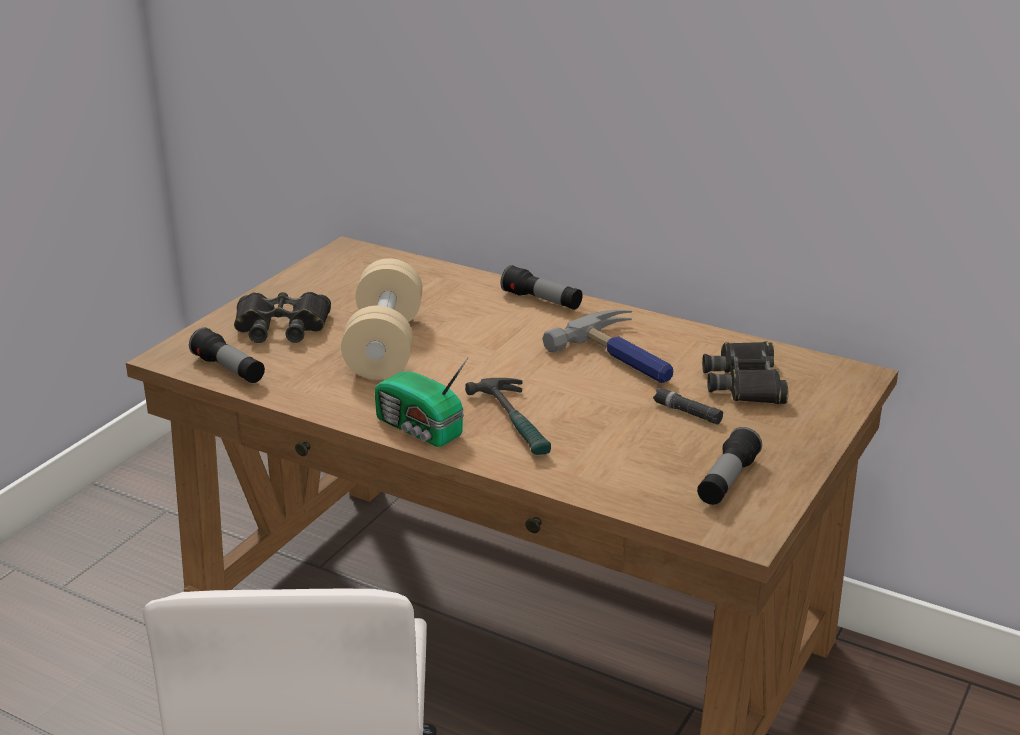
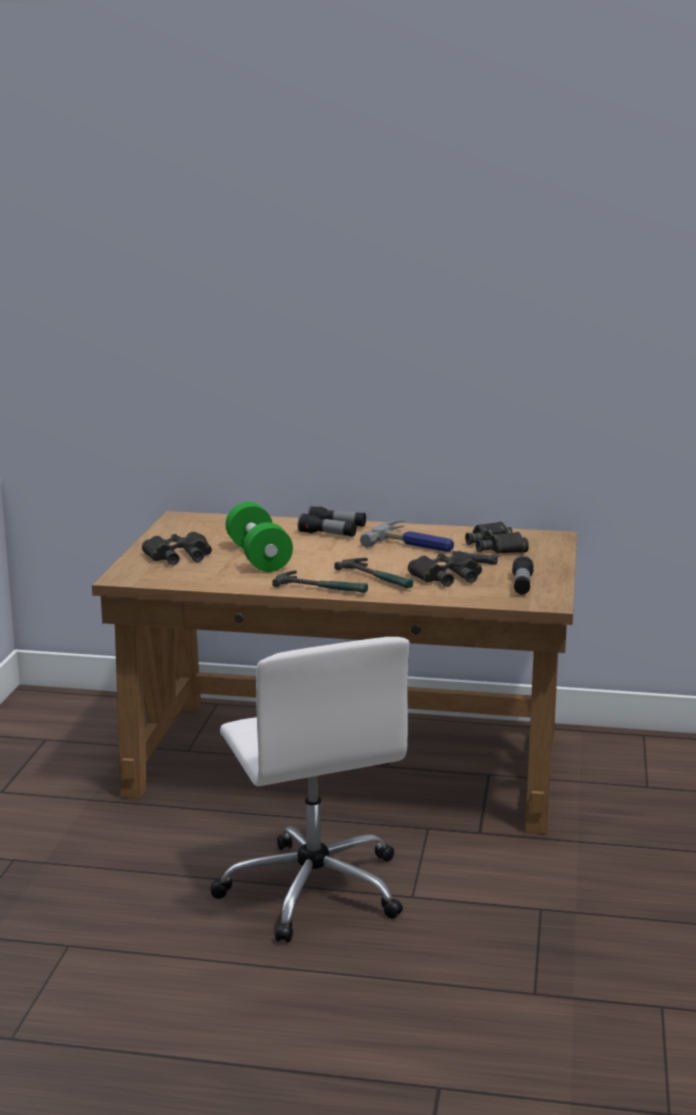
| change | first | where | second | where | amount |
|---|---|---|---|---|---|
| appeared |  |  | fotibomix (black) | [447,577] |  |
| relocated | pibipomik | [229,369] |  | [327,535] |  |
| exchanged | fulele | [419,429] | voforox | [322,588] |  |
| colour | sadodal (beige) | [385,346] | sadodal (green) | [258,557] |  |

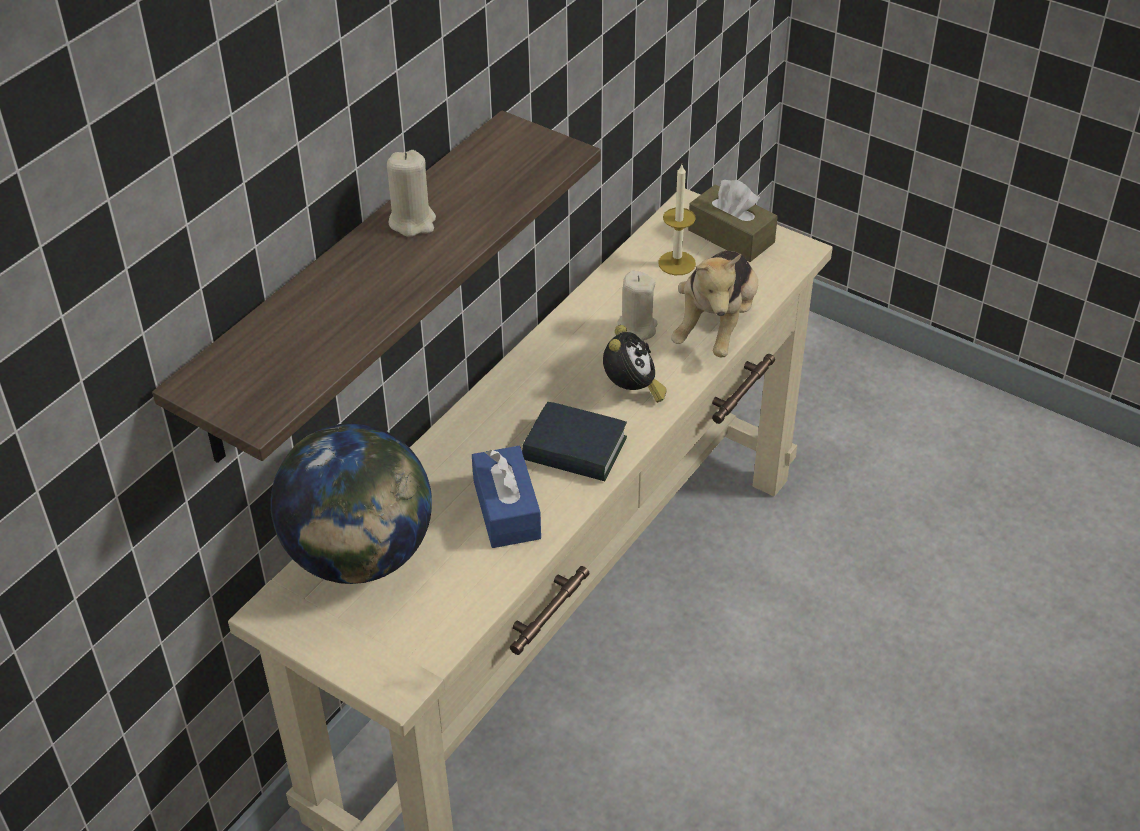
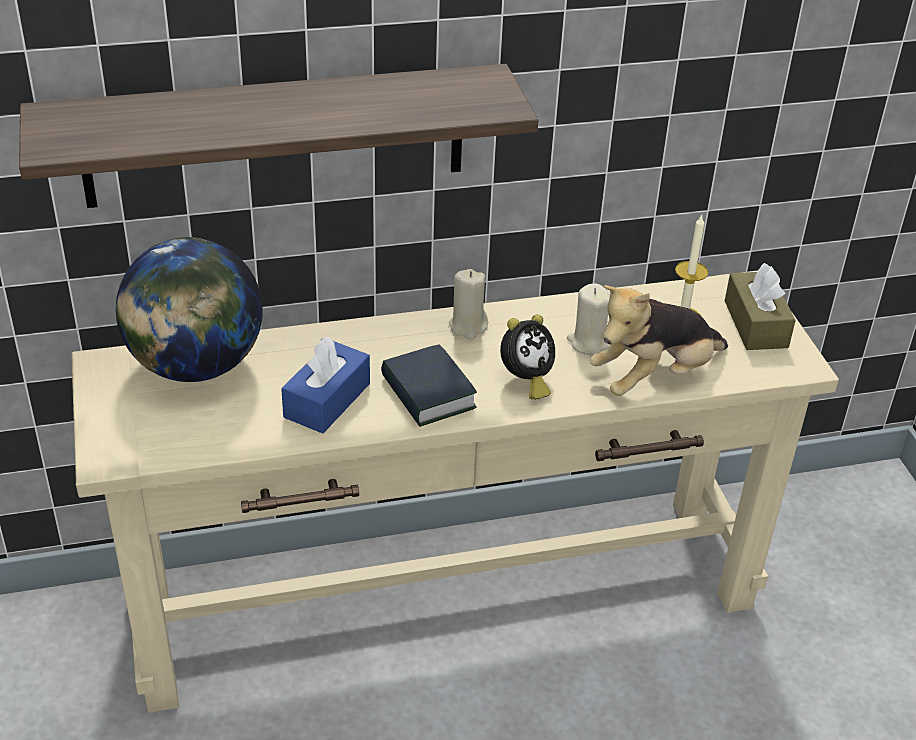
| change | first | where | second | where | amount |
|---|---|---|---|---|---|
| relocated | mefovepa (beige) | [412,221] |  | [468,326] |  |

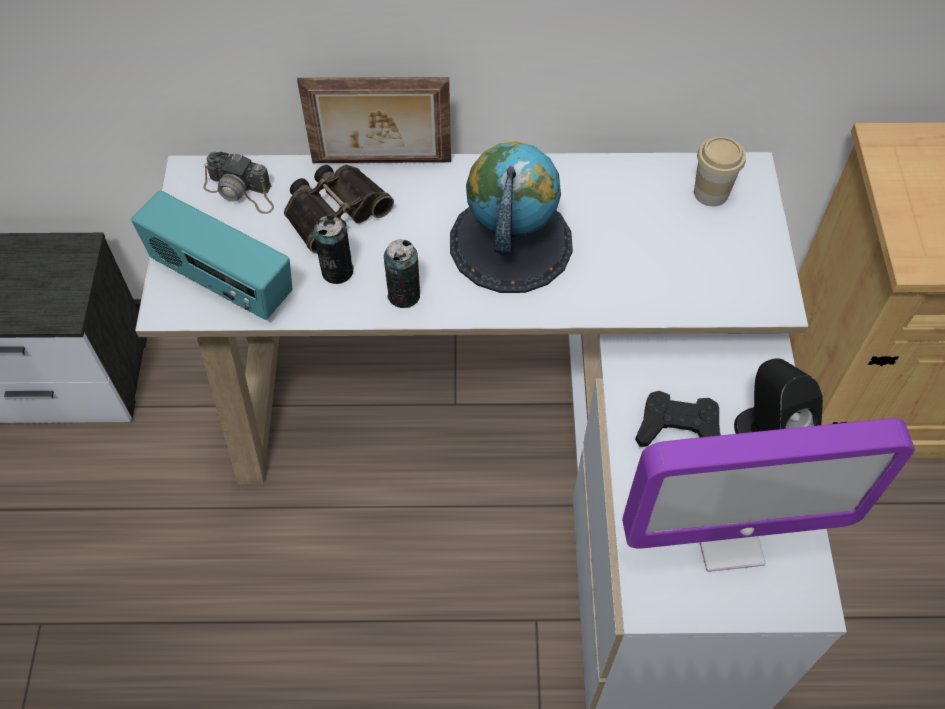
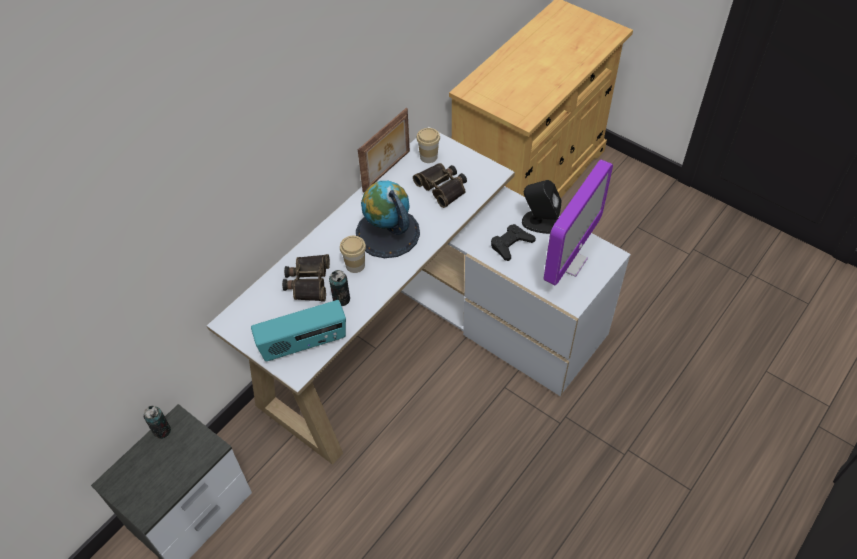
| change | first | where | second | where | amount |
|---|---|---|---|---|---|
| missing | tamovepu | [241,191] |  |  |  |
| appeared |  |  | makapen | [355,265] |  |
| appeared |  |  | fotibomix | [443,187] |  |
| relocated | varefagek | [381,163] |  | [387,171] |  |
| relocated | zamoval | [404,295] |  | [162,431] |  |

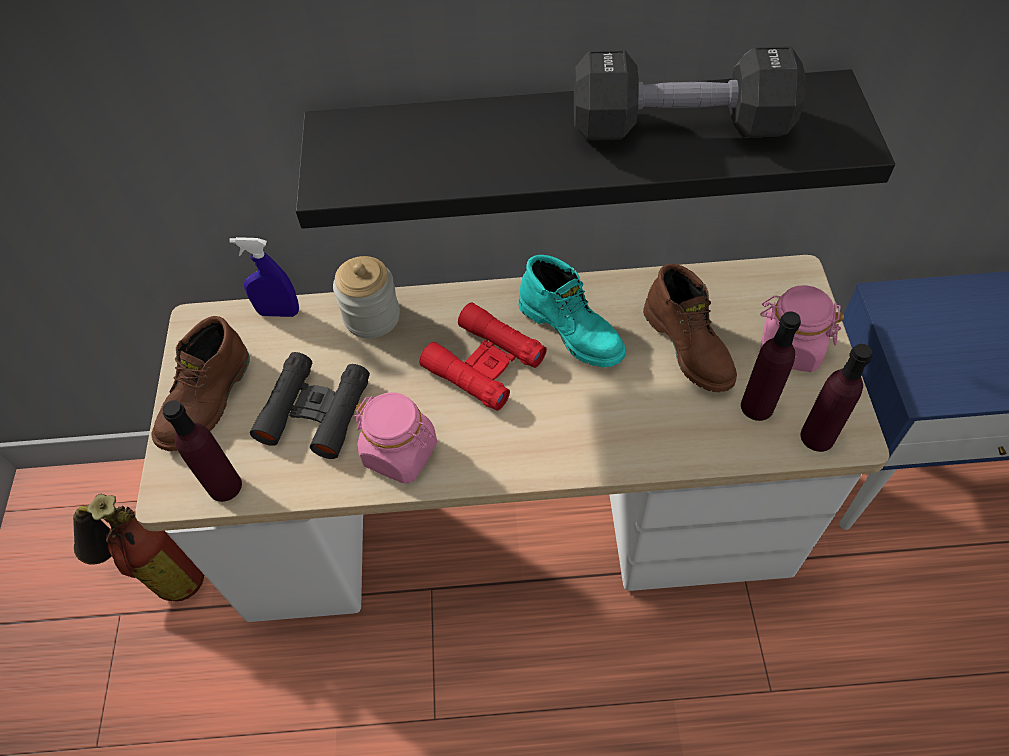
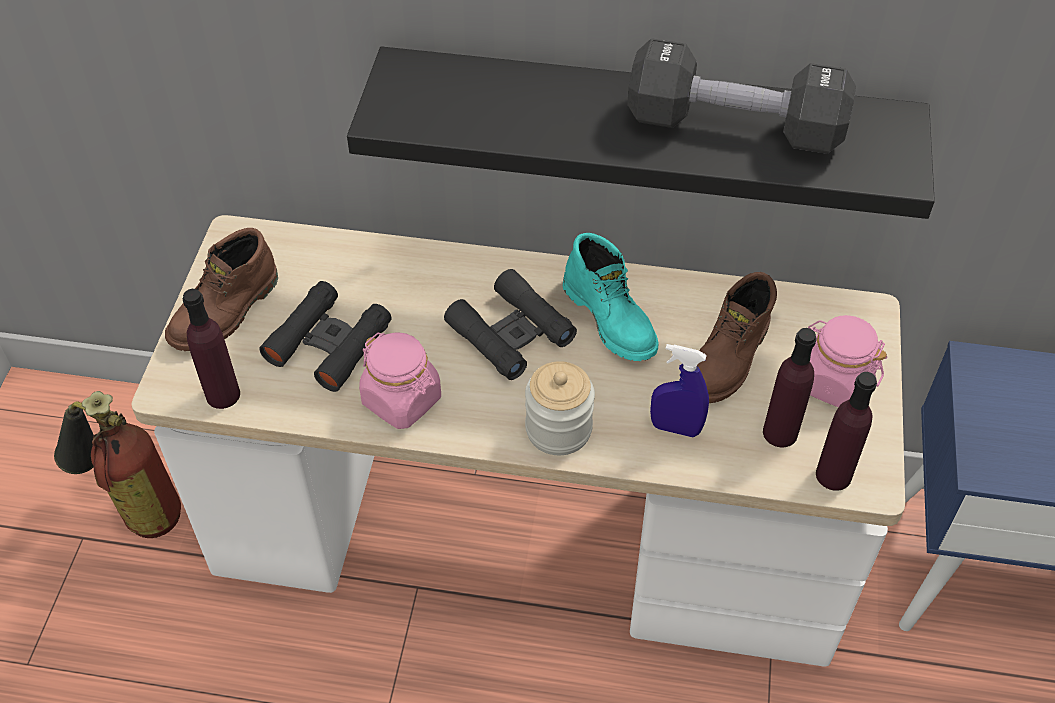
| change | first | where | second | where | amount |
|---|---|---|---|---|---|
| relocated | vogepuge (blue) | [279,312] |  | [675,428] |  |
| relocated | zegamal | [372,316] |  | [558,429] |  |
| colour | fotibomix (red) | [484,363] | fotibomix (black) | [511,333] |  |
| spun | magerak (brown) | [689,346] |  | [729,360] | 45 degrees clockwise |

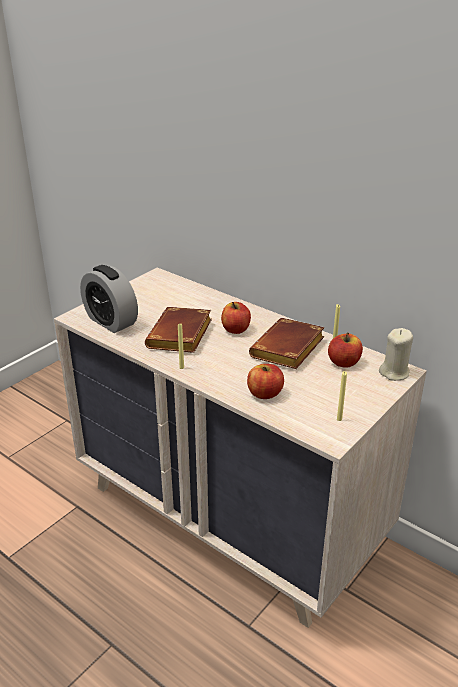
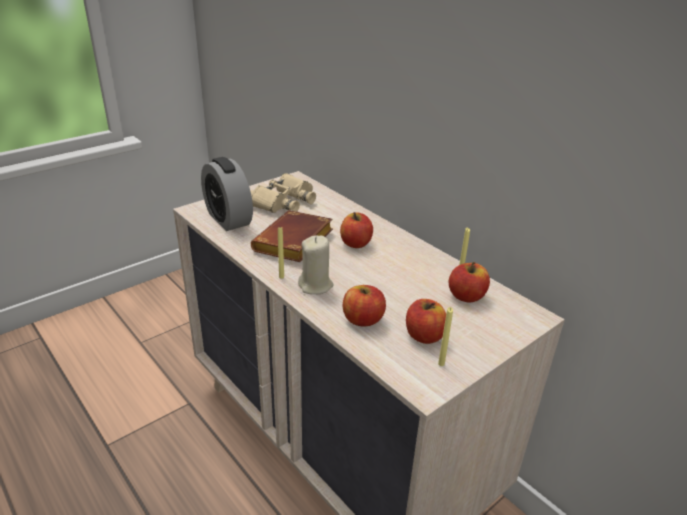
| change | first | where | second | where | amount |
|---|---|---|---|---|---|
| missing | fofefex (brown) | [288,350] |  |  |  |
| appeared |  |  | fotibomix (beige) | [283,201] |  |
| appeared |  |  | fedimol | [424,335] |  |
| relocated | mefovepa (beige) | [394,372] |  | [316,285] |  |

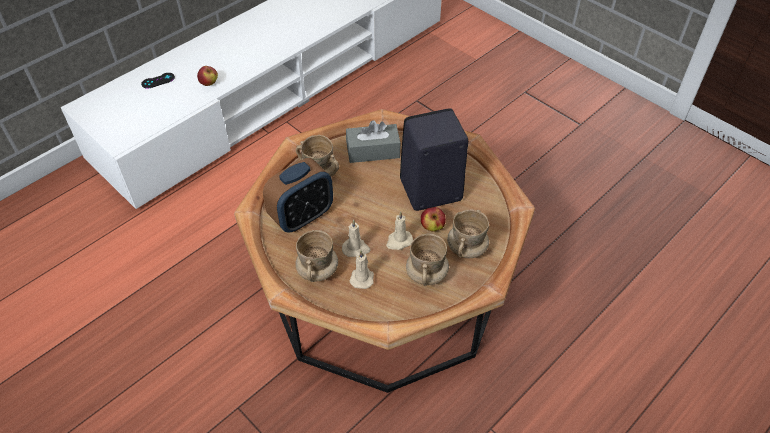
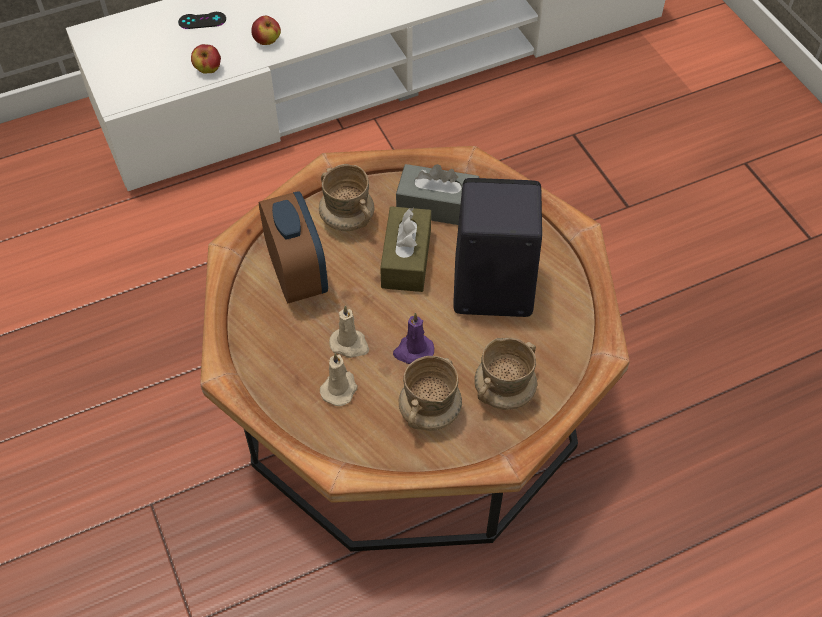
| change | first | where | second | where | amount |
|---|---|---|---|---|---|
| missing | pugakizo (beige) | [318,271] |  |  |  |
| appeared |  |  | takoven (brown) | [406,259] |  |
| relocated | fedimol | [432,227] |  | [208,70] |  |
| colour | mefovepa (beige) | [398,241] | mefovepa (purple) | [413,351] |  |
| spun | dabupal | [302,216] |  | [298,275] | 90 degrees counterclockwise |

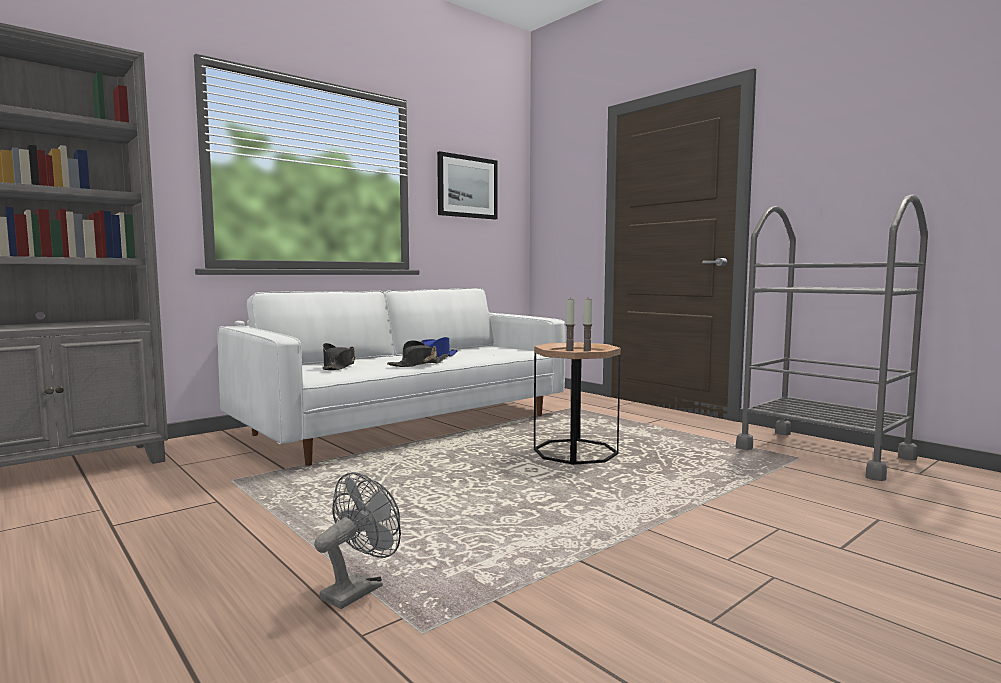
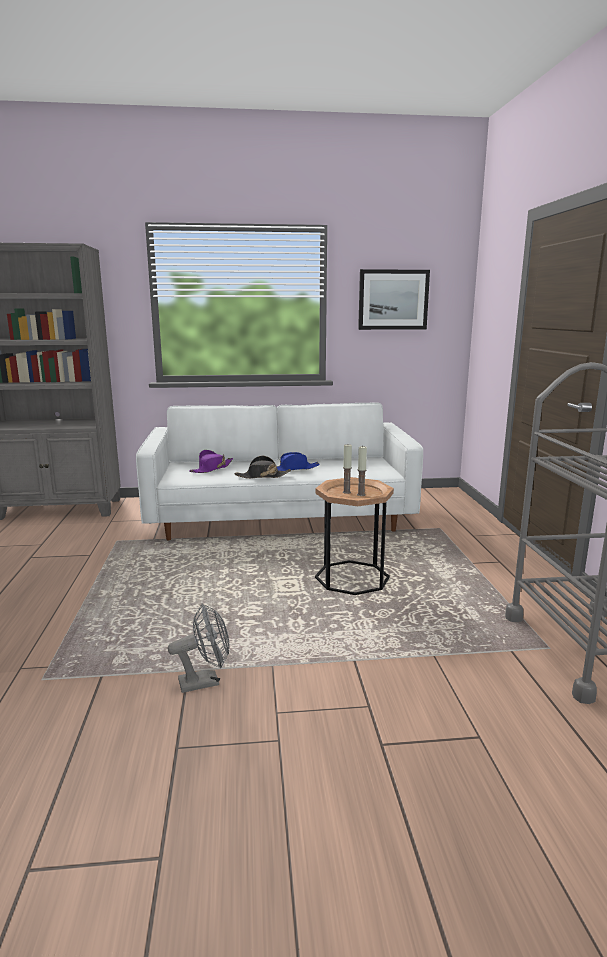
| change | first | where | second | where | amount |
|---|---|---|---|---|---|
| relocated | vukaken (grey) | [358,589] |  | [205,681] |  |
| colour | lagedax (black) | [339,366] | lagedax (purple) | [211,469] |  |

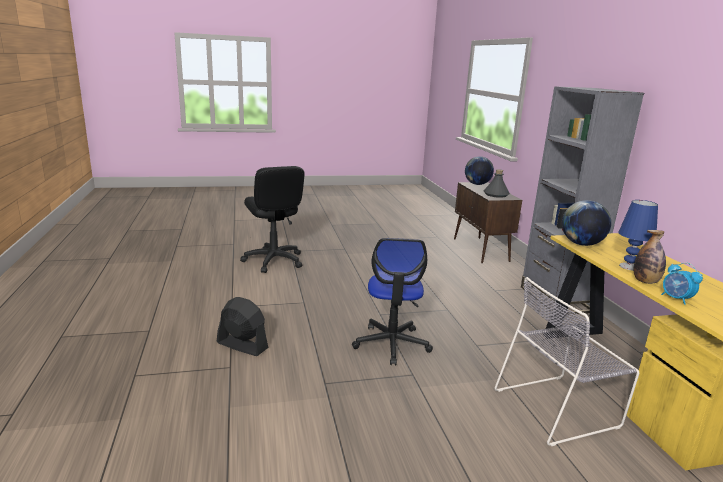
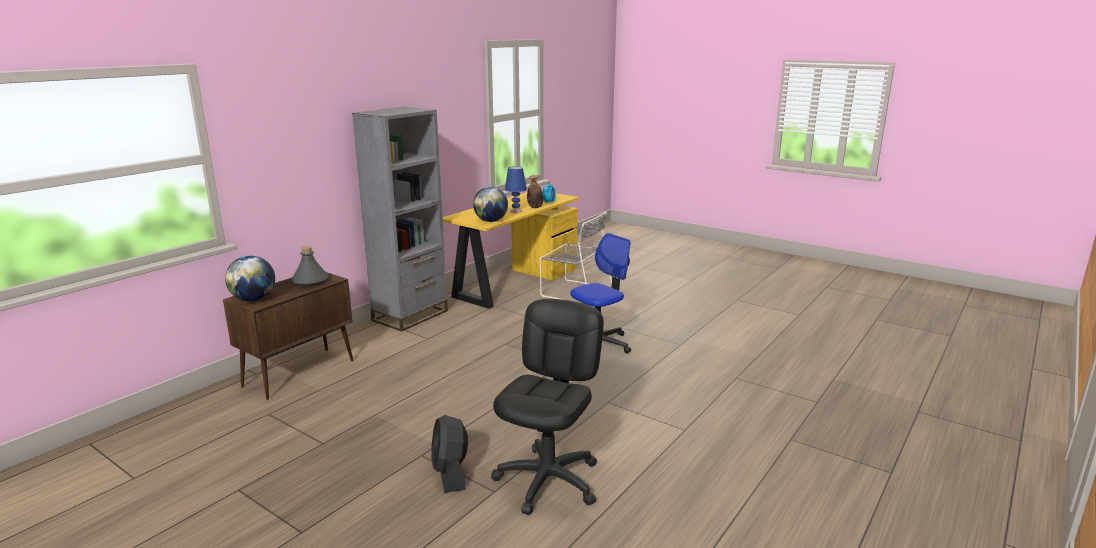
| change | first | where | second | where | amount |
|---|---|---|---|---|---|
| relocated | vukaken (black) | [242,345] |  | [450,473] |  |

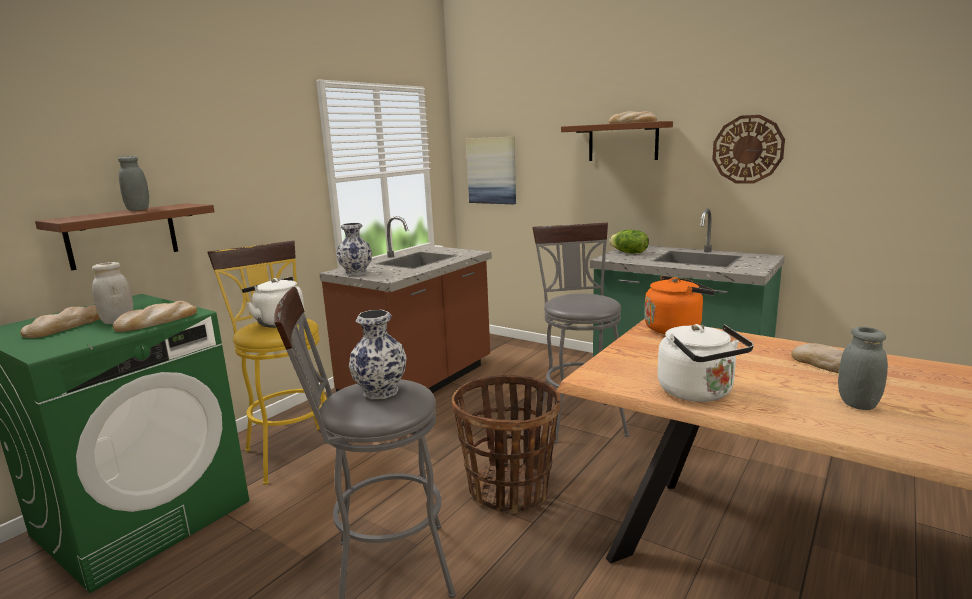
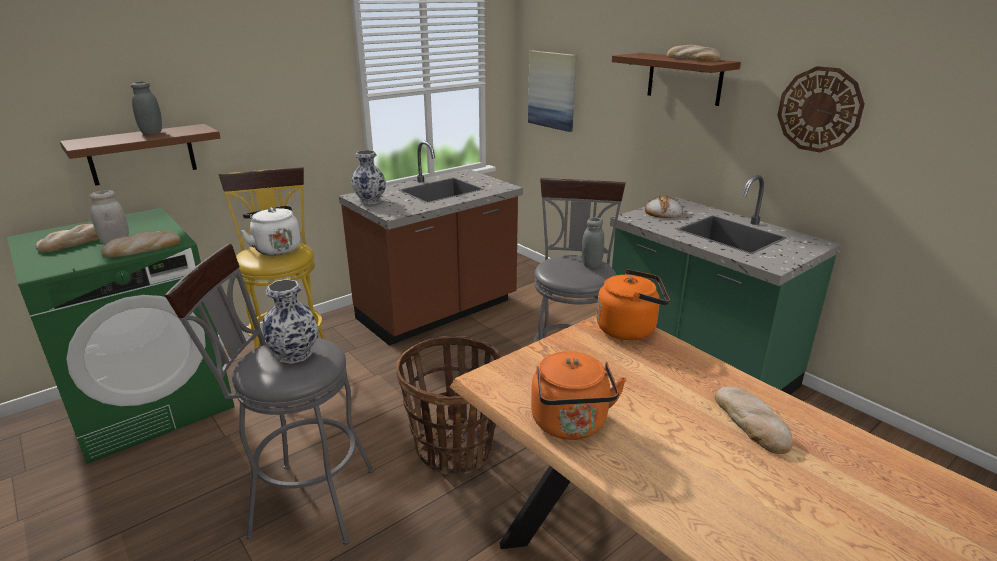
| change | first | where | second | where | amount |
|---|---|---|---|---|---|
| relocated | zegamal (grey) | [857,404] |  | [591,264] |  |
| exchanged | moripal | [629,253] | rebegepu | [663,212] |  |
| colour | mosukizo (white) | [699,393] | mosukizo (orange) | [571,425] |  |

